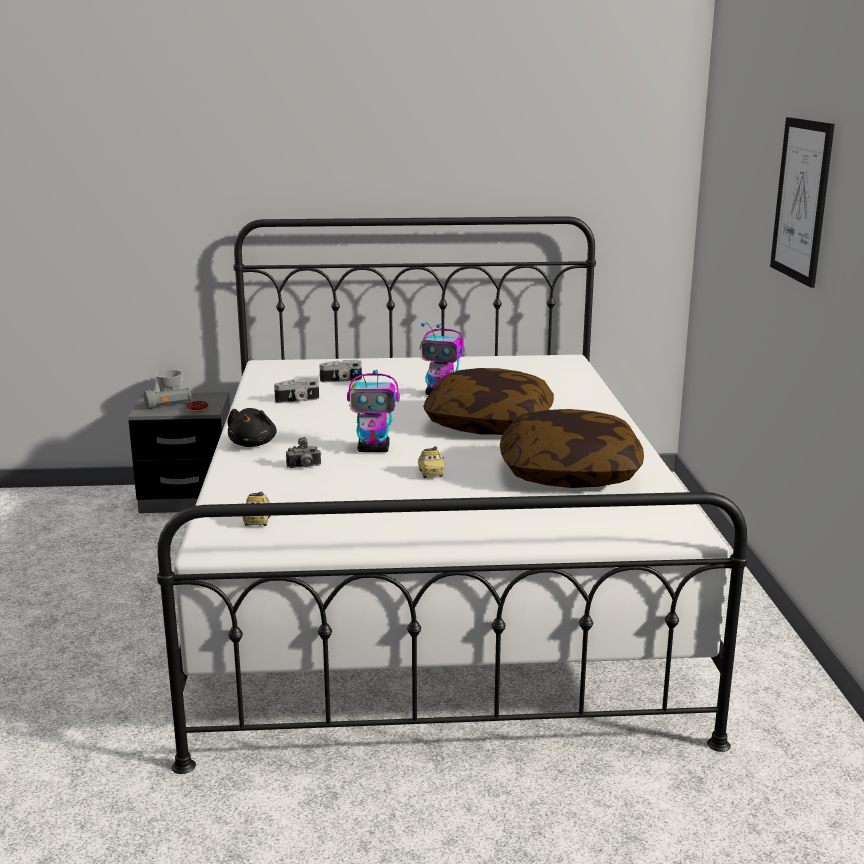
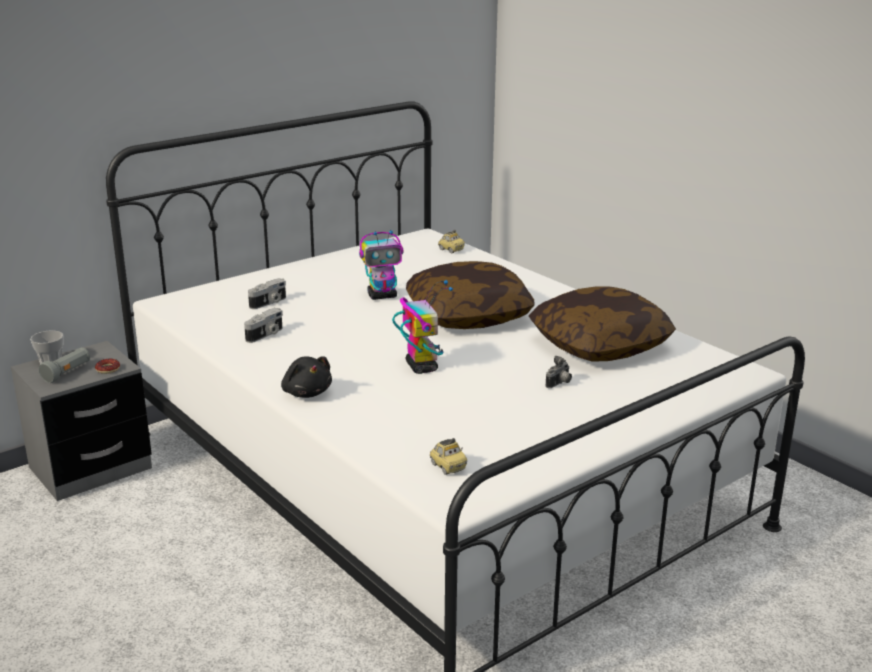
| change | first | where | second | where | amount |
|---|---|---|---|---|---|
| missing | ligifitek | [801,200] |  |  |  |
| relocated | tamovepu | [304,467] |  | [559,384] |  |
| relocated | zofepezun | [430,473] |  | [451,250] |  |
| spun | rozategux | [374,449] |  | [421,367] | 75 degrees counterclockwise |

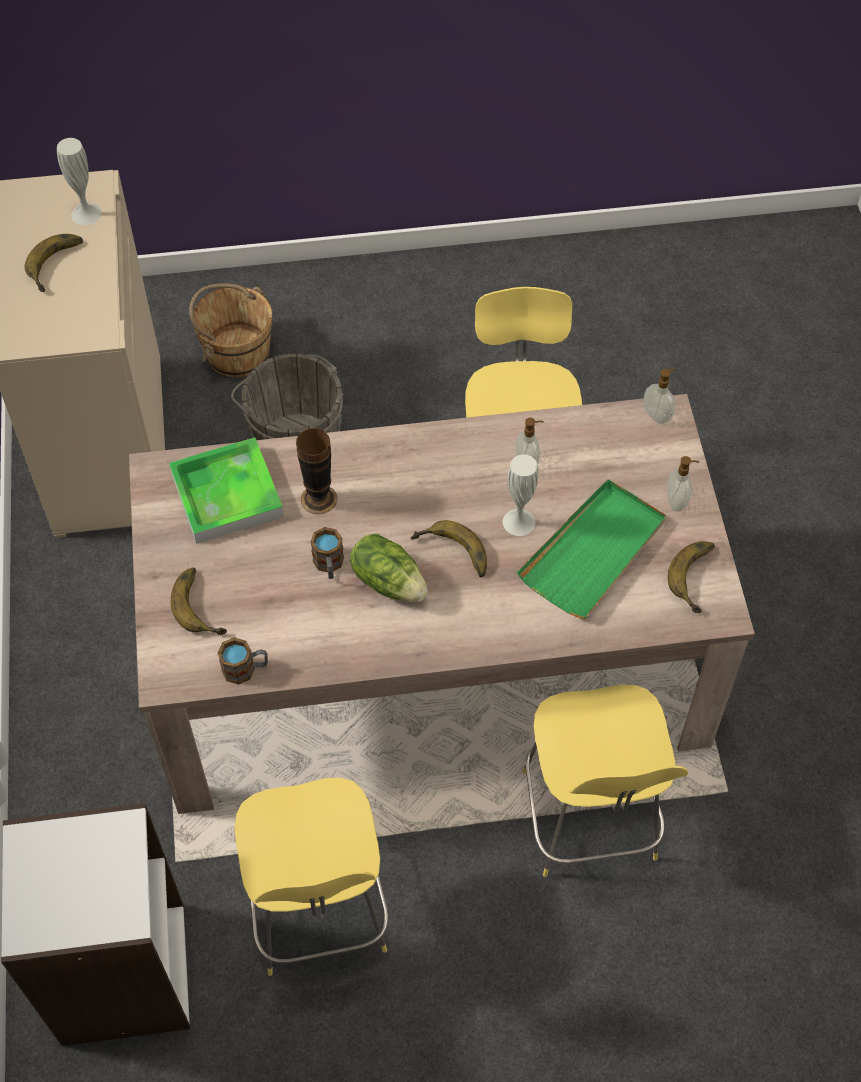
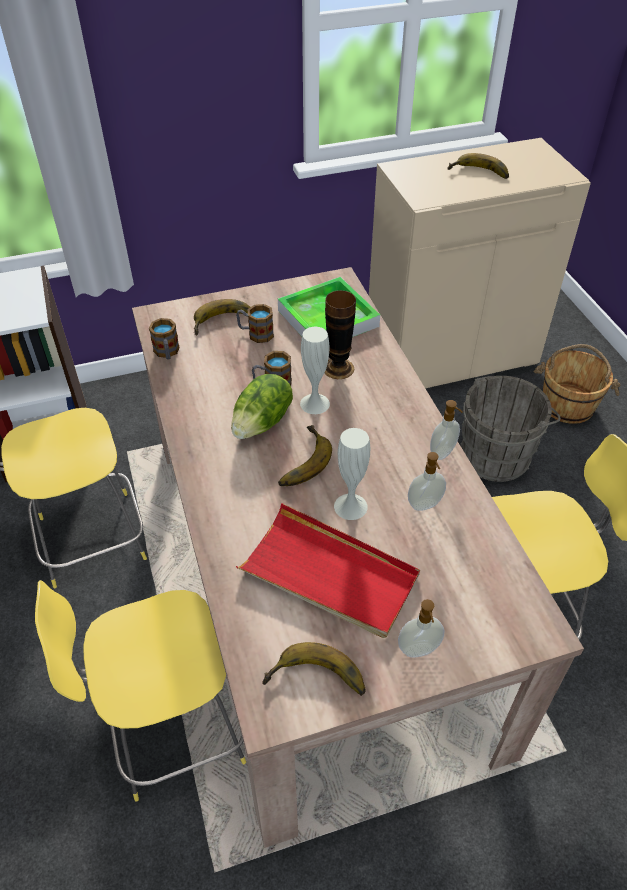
| change | first | where | second | where | amount |
|---|---|---|---|---|---|
| appeared |  |  | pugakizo | [255,334] |  |
| relocated | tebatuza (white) | [86,214] |  | [315,403] |  |
| relocated | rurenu | [657,415] |  | [443,453] |  |
| colour | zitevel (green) | [594,551] | zitevel (red) | [329,574] |  |

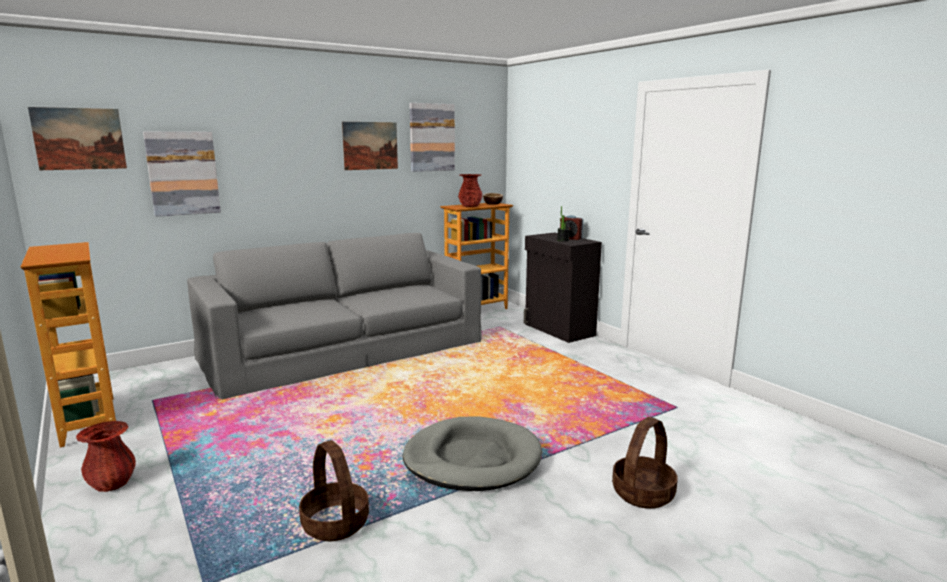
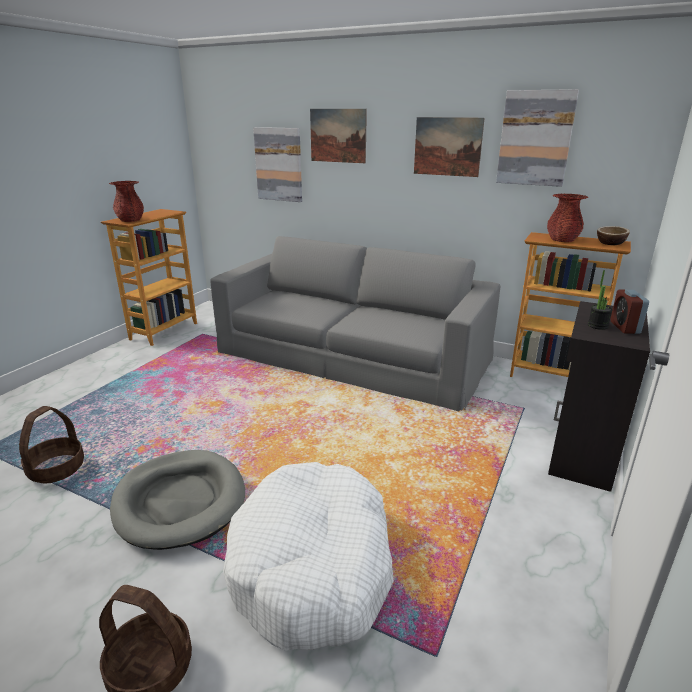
| change | first | where | second | where | amount |
|---|---|---|---|---|---|
| appeared |  |  | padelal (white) | [313,566] |  |
| relocated | ligifitek | [79,139] |  | [338,135] |  |
| relocated | tebatuza (red) | [111,484] |  | [130,220] |  |

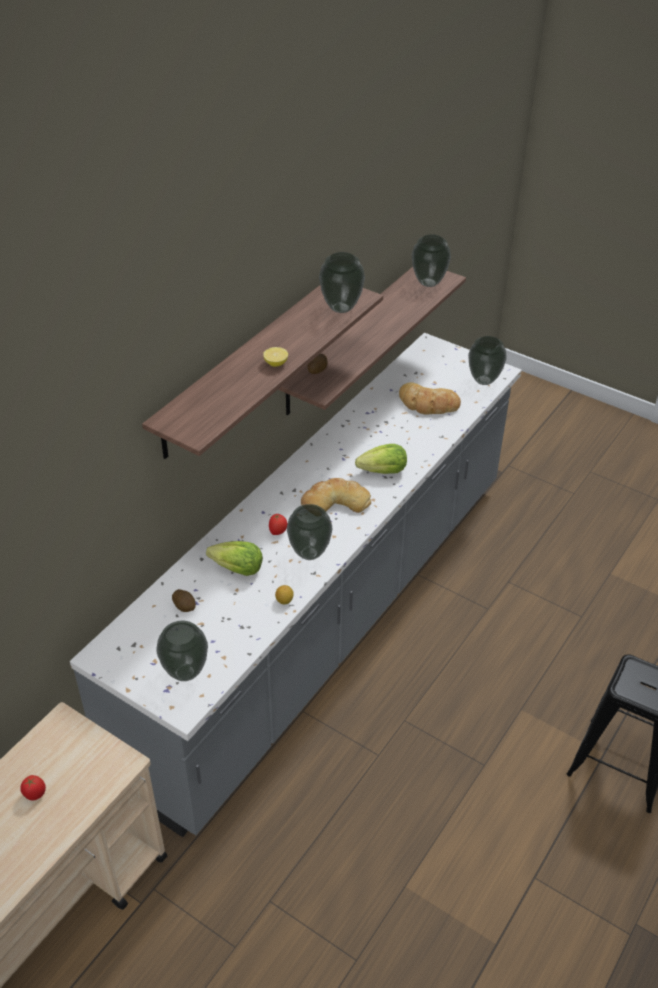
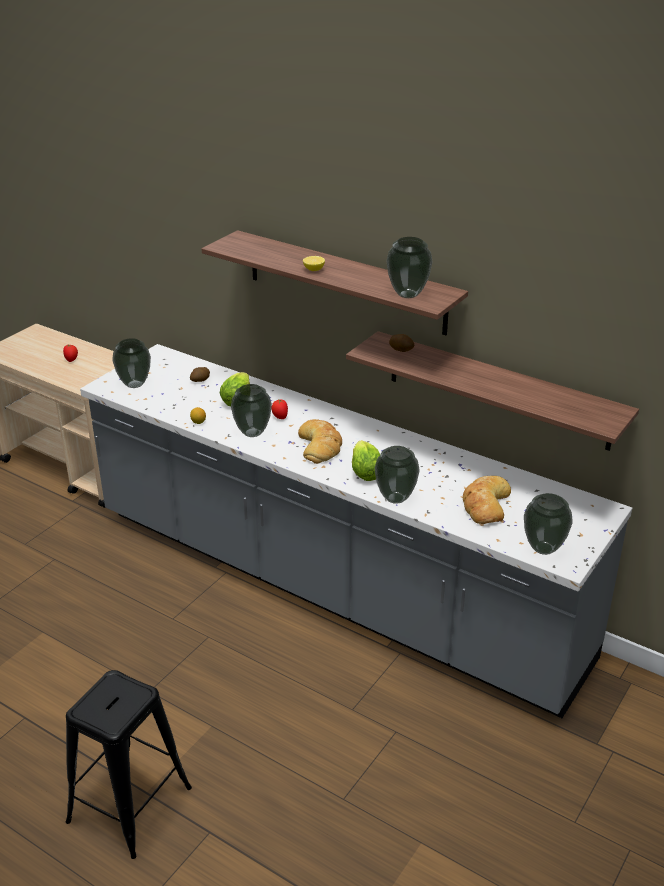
| change | first | where | second | where | amount |
|---|---|---|---|---|---|
| relocated | tebatuza | [429,283] |  | [395,499] |  |

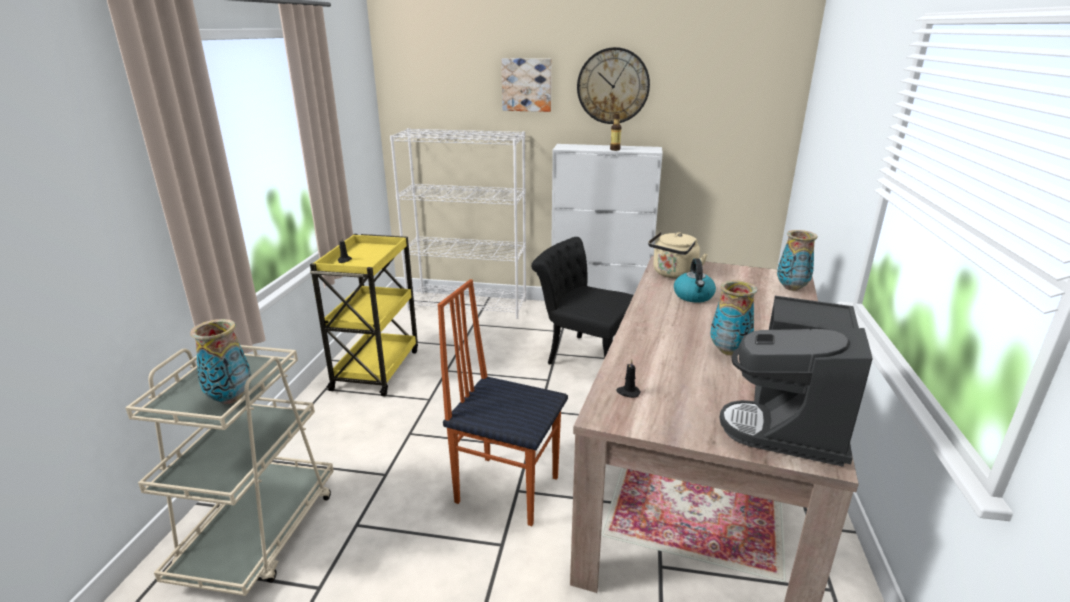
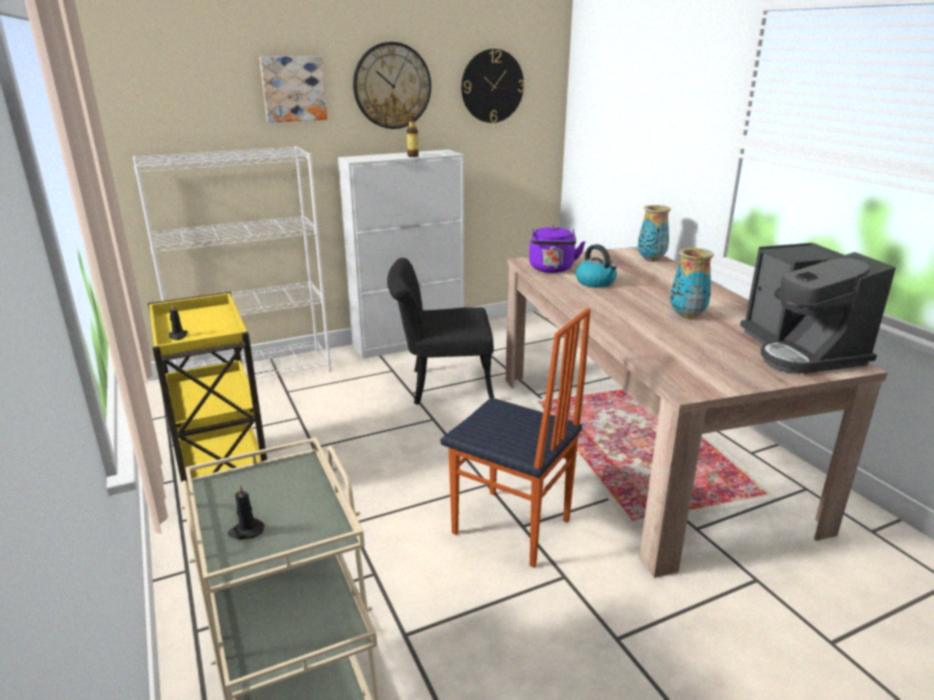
| change | first | where | second | where | amount |
|---|---|---|---|---|---|
| missing | tebatuza | [231,398] |  |  |  |
| appeared |  |  | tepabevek | [492,86] |  |
| relocated | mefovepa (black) | [628,392] |  | [246,531] |  |
| colour | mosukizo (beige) | [673,274] | mosukizo (purple) | [552,269] |  |
| spun | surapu | [507,488] |  | [511,528] | 135 degrees counterclockwise |

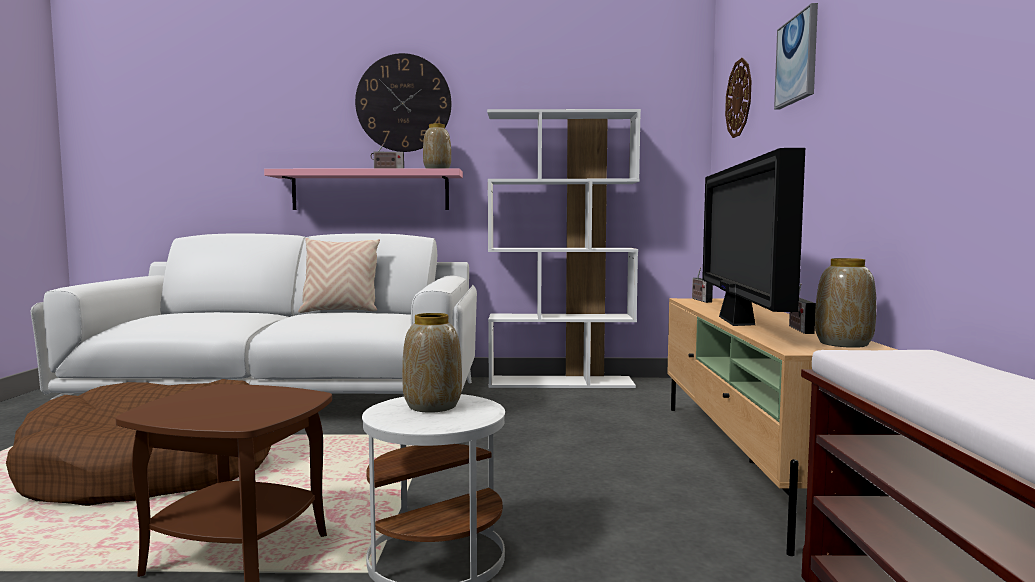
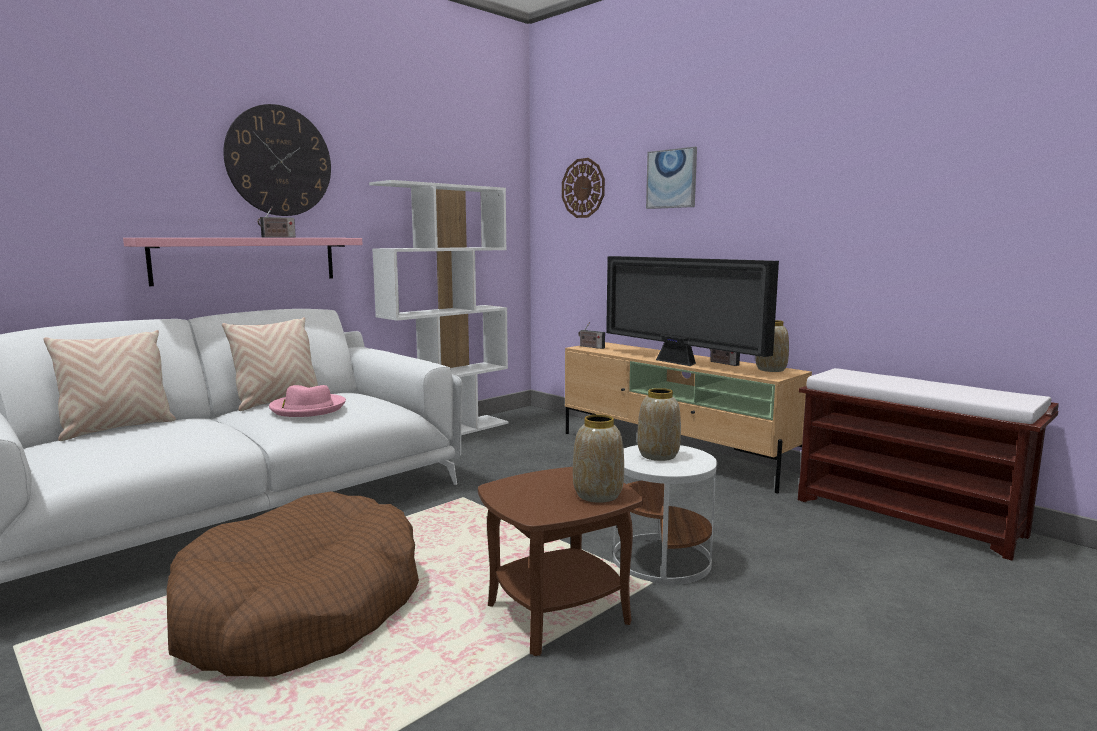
| change | first | where | second | where | amount |
|---|---|---|---|---|---|
| appeared |  |  | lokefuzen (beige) | [117,428] |  |
| appeared |  |  | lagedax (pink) | [307,408] |  |
| relocated | tebatuza | [437,169] |  | [598,495] |  |

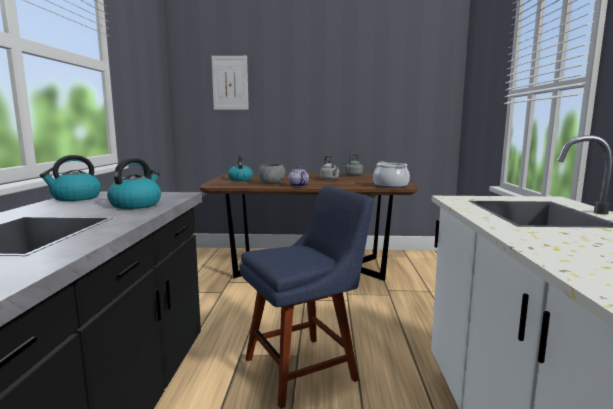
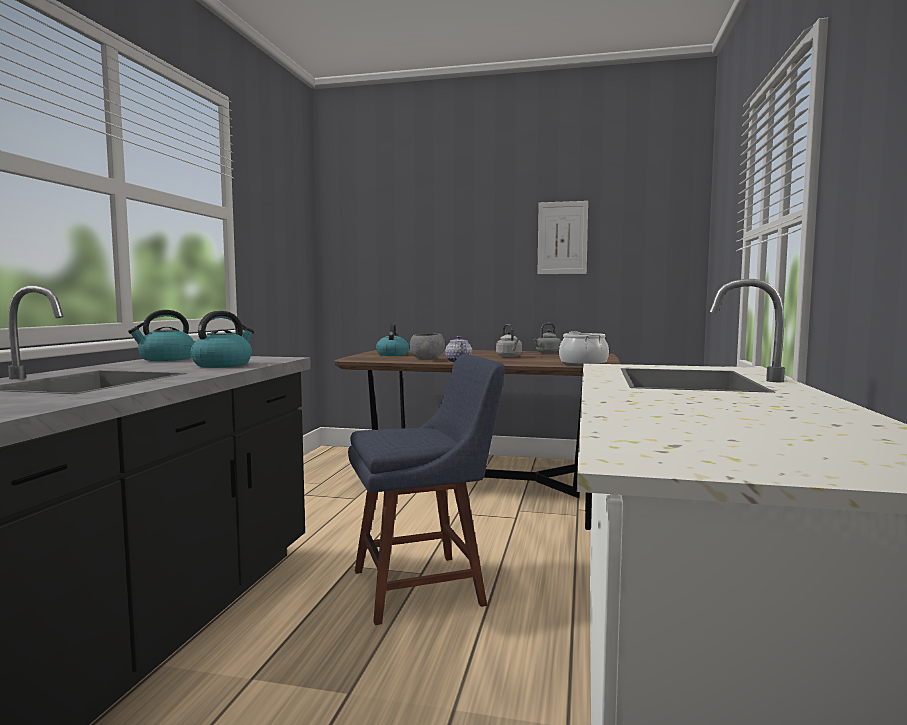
| change | first | where | second | where | amount |
|---|---|---|---|---|---|
| relocated | ligifitek | [230,83] |  | [562,238] |  |

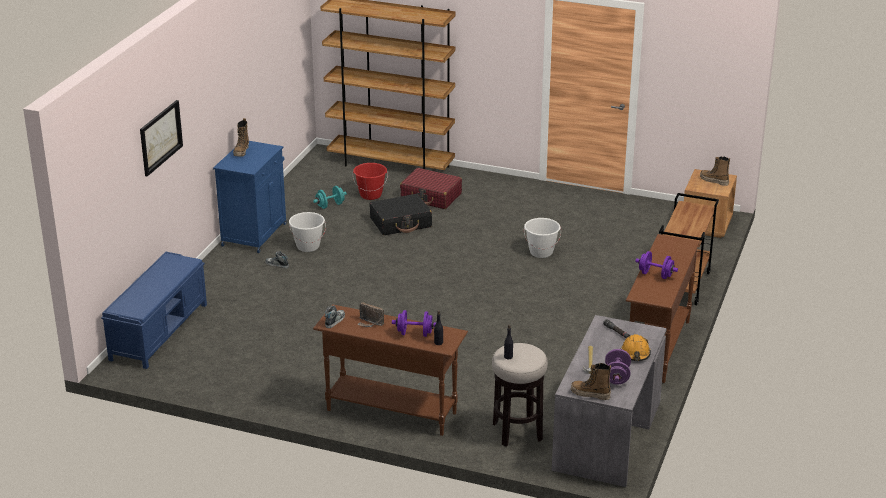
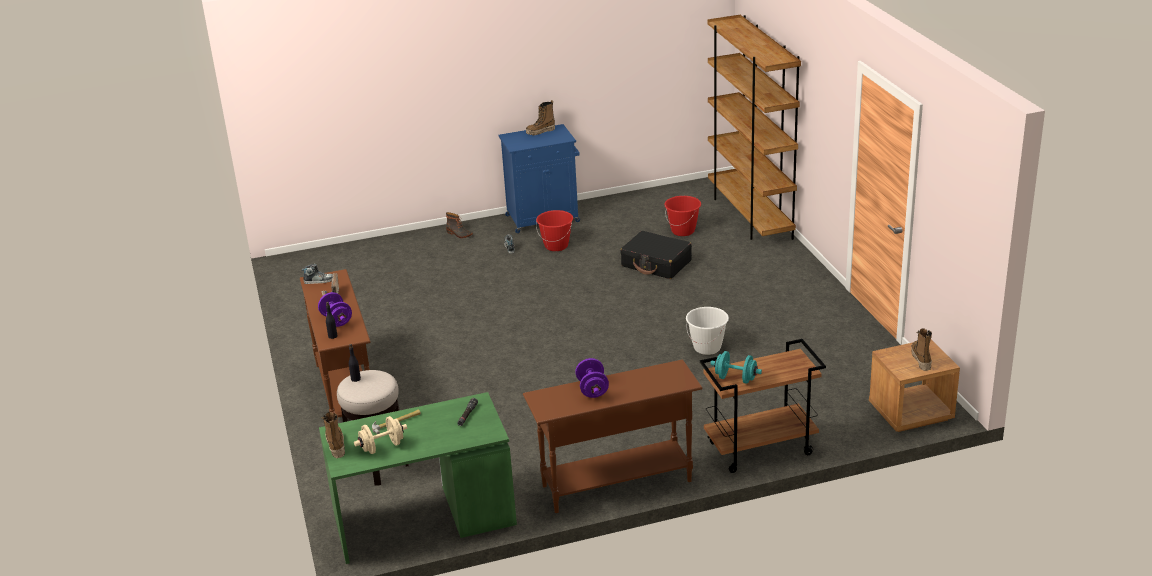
| change | first | where | second | where | amount |
|---|---|---|---|---|---|
| missing | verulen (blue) | [159,331] |  |  |  |
| missing | ligifitek | [160,137] |  |  |  |
| missing | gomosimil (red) | [431,196] |  |  |  |
| missing | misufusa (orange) | [635,353] |  |  |  |
| appeared |  |  | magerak | [459,234] |  |
| relocated | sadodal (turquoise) | [330,205] |  | [735,379] |  |
| colour | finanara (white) | [308,246] | finanara (red) | [556,246] |  |
| colour | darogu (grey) | [608,436] | darogu (green) | [423,519] |  |
| colour | sadodal (purple) | [616,377] | sadodal (beige) | [382,447] |  |

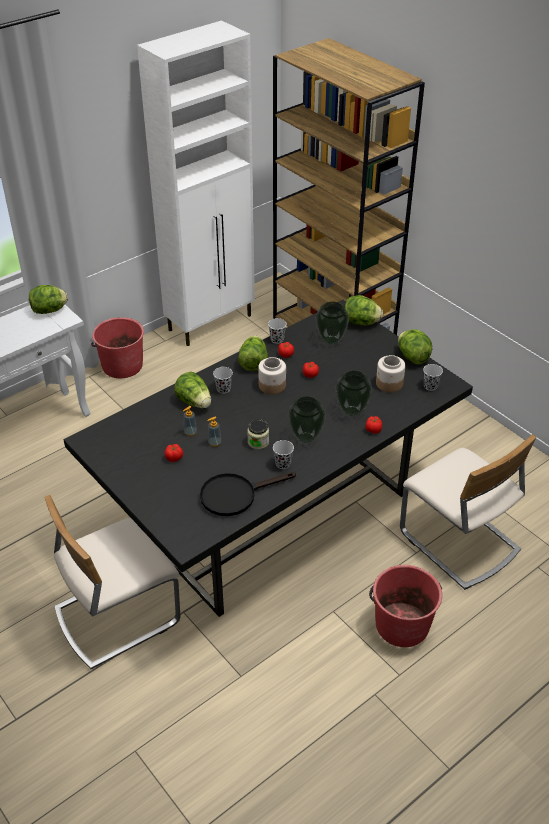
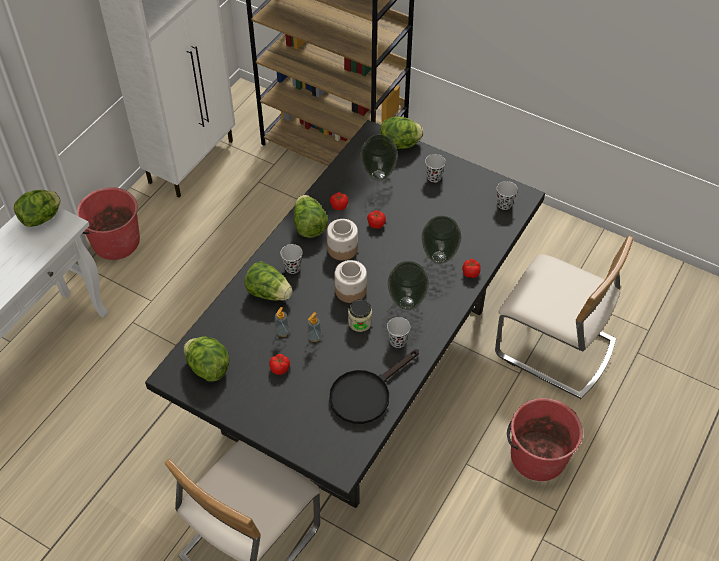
| change | first | where | second | where | amount |
|---|---|---|---|---|---|
| relocated | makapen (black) | [277,339] |  | [434,177] |  |
| relocated | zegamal | [389,384] |  | [350,291] |  |
| relocated | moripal | [412,357] |  | [208,367] |  |

